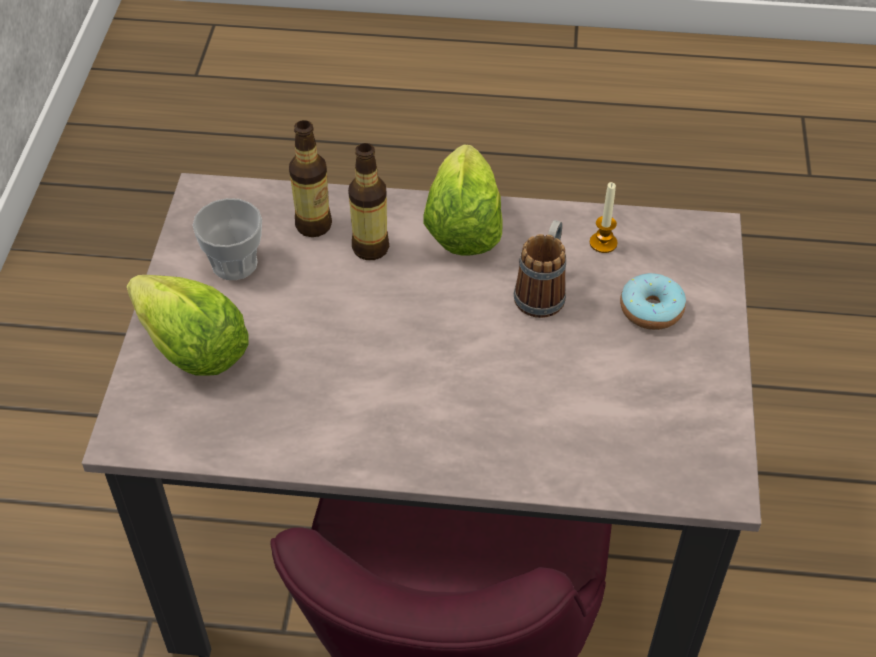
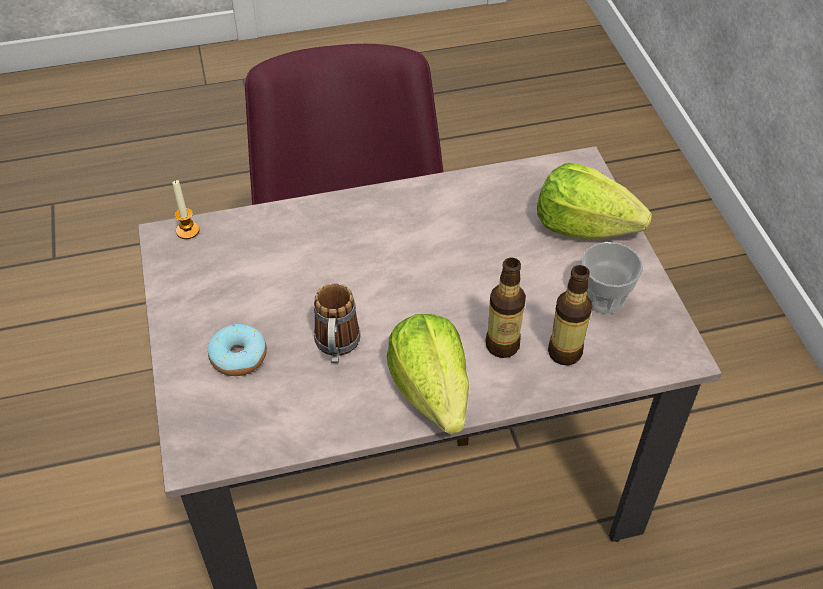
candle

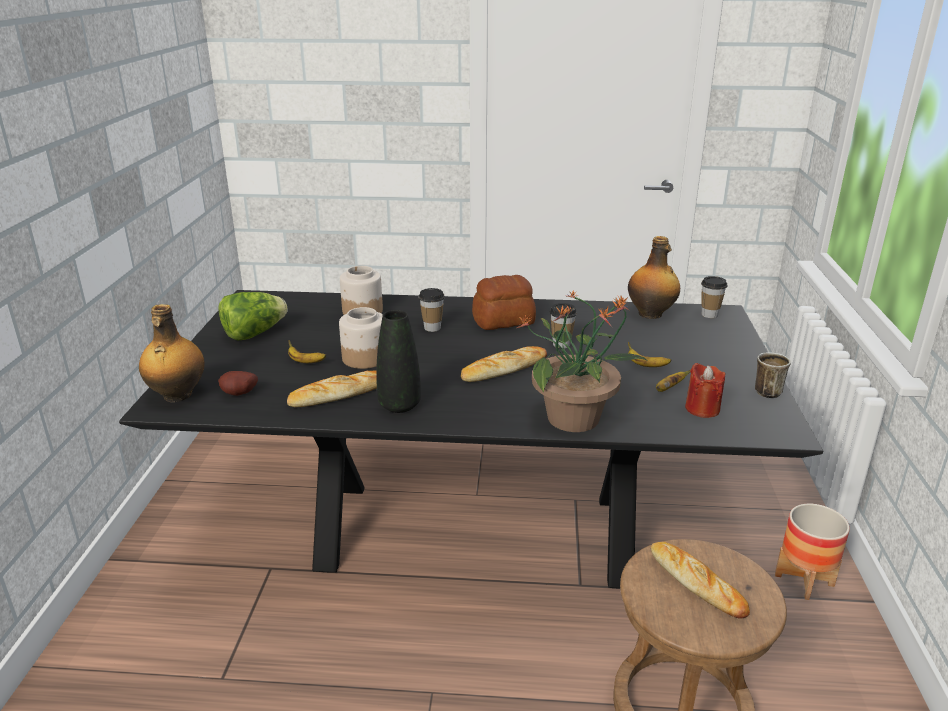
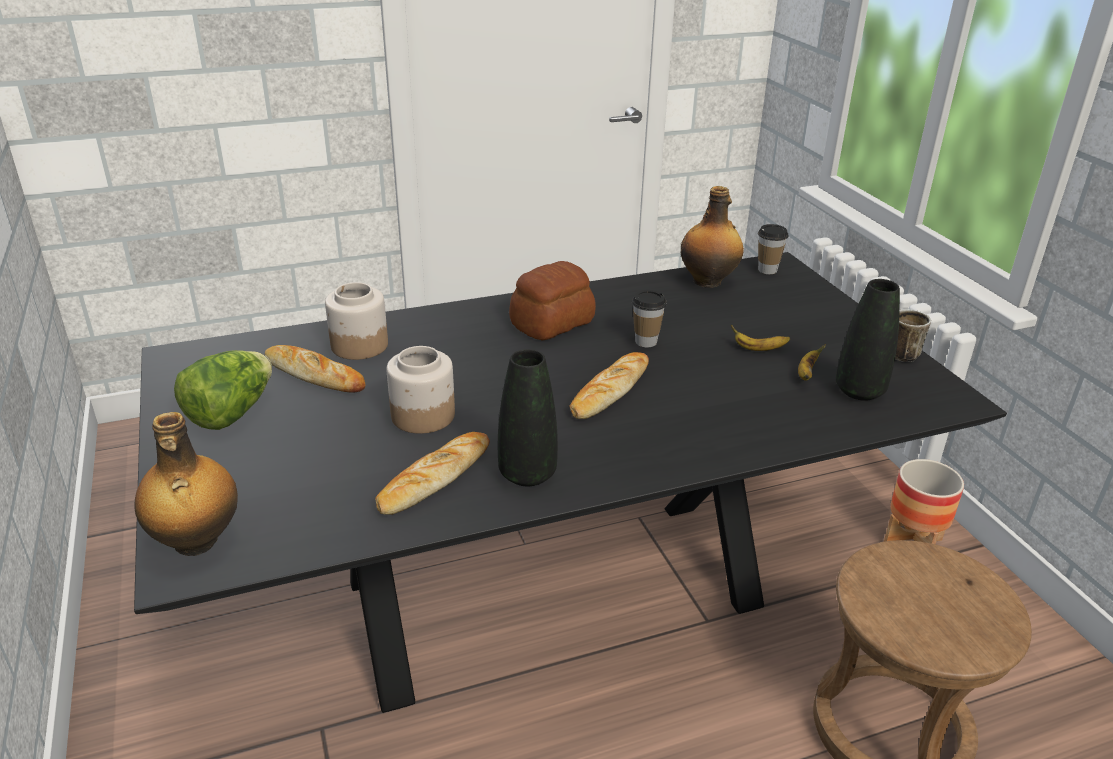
small cup (no. 1 from left in the first image)
potted plant
banana (no. 1 from left in the first image)
blackish vase (no. 2 from left)
potato
baked bread (no. 1 from left)

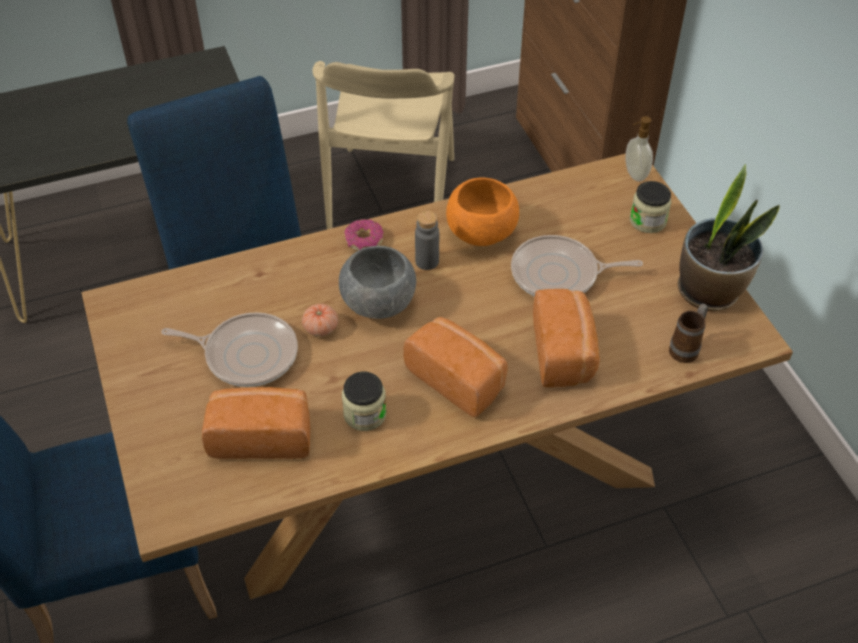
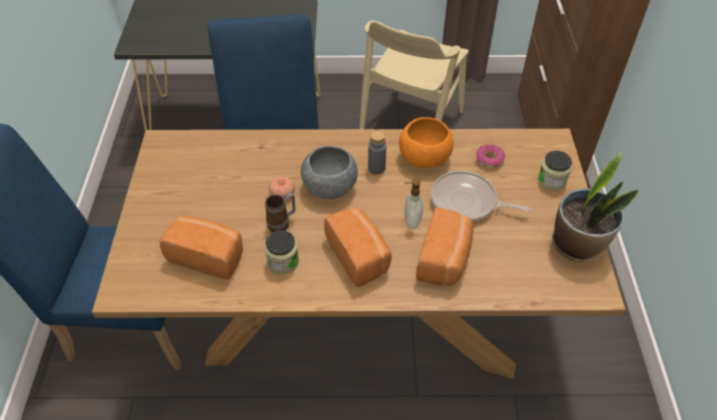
liquid soap bottle
doughnut
tea mug
skillet (no. 1 from left in the first image)

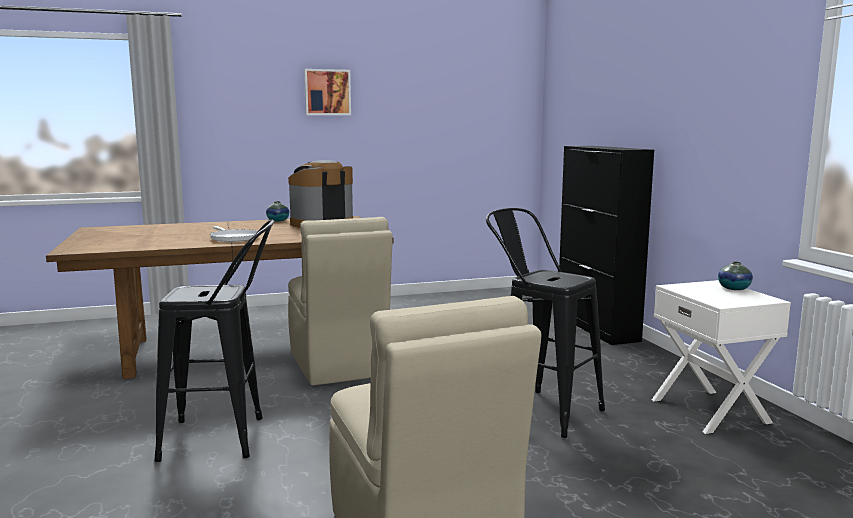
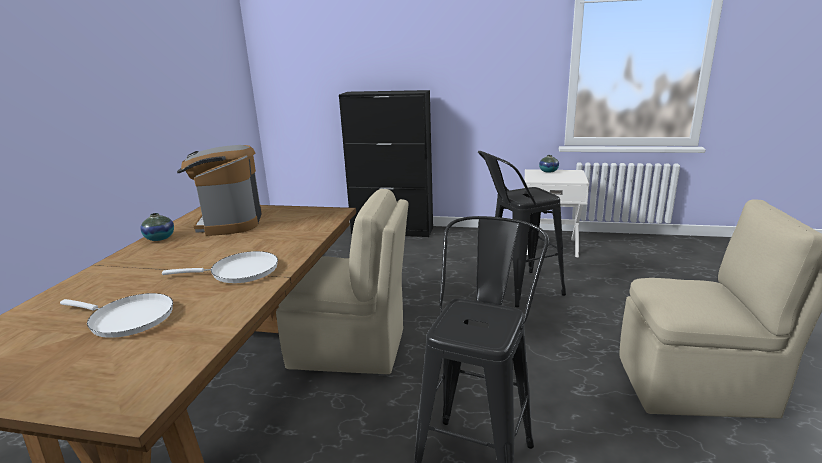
picture
white-coloured skillet (no. 1 from left)

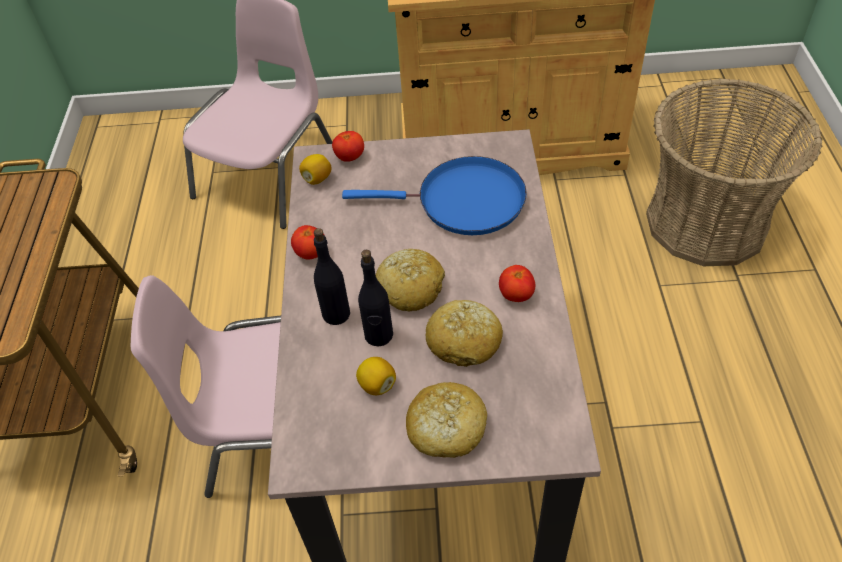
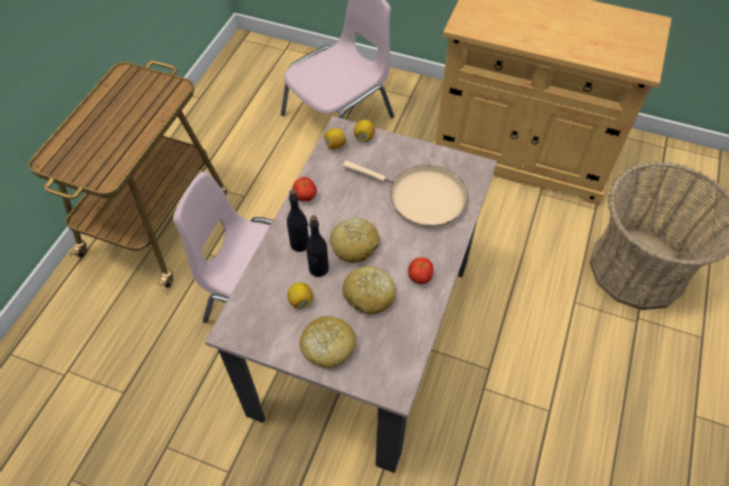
lemon (no. 3 from left)
beige skillet

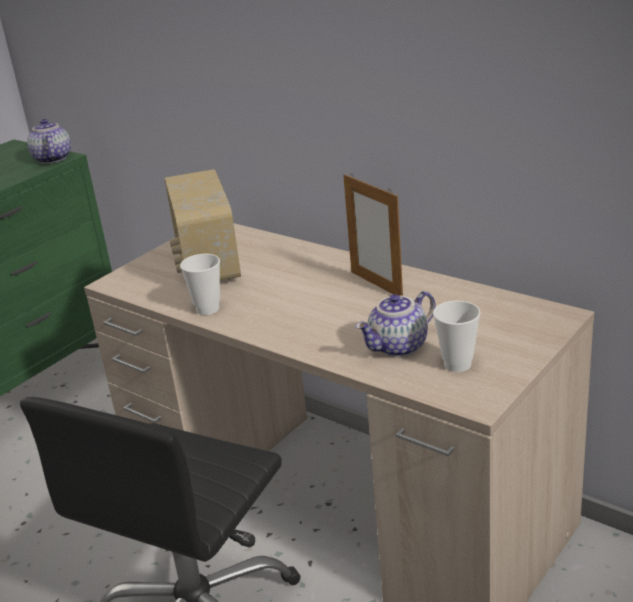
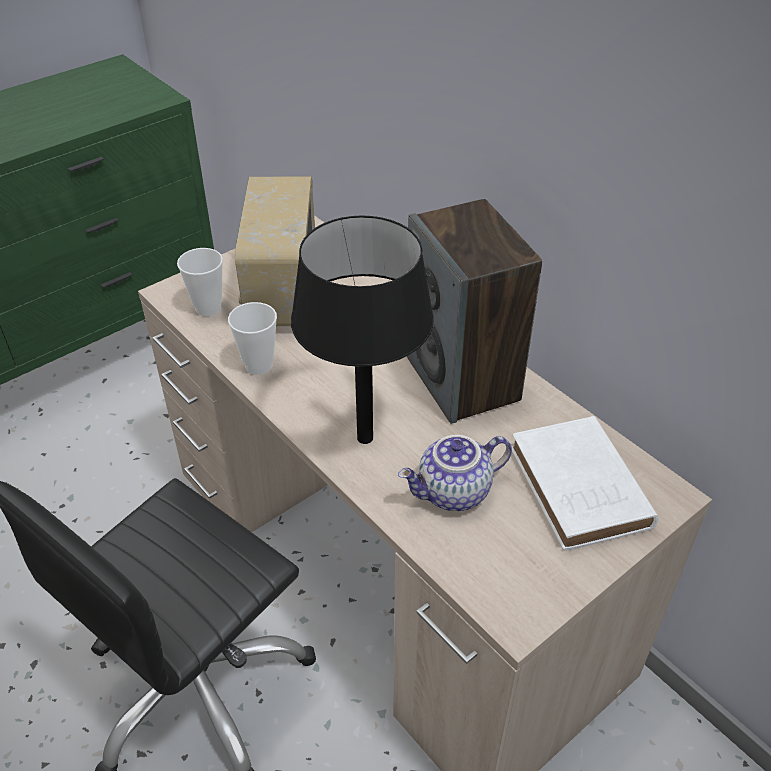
pot for tea (no. 1 from left in the first image)
audio speaker
small cup (no. 1 from left)
blackish table lamp
white-coloured volume

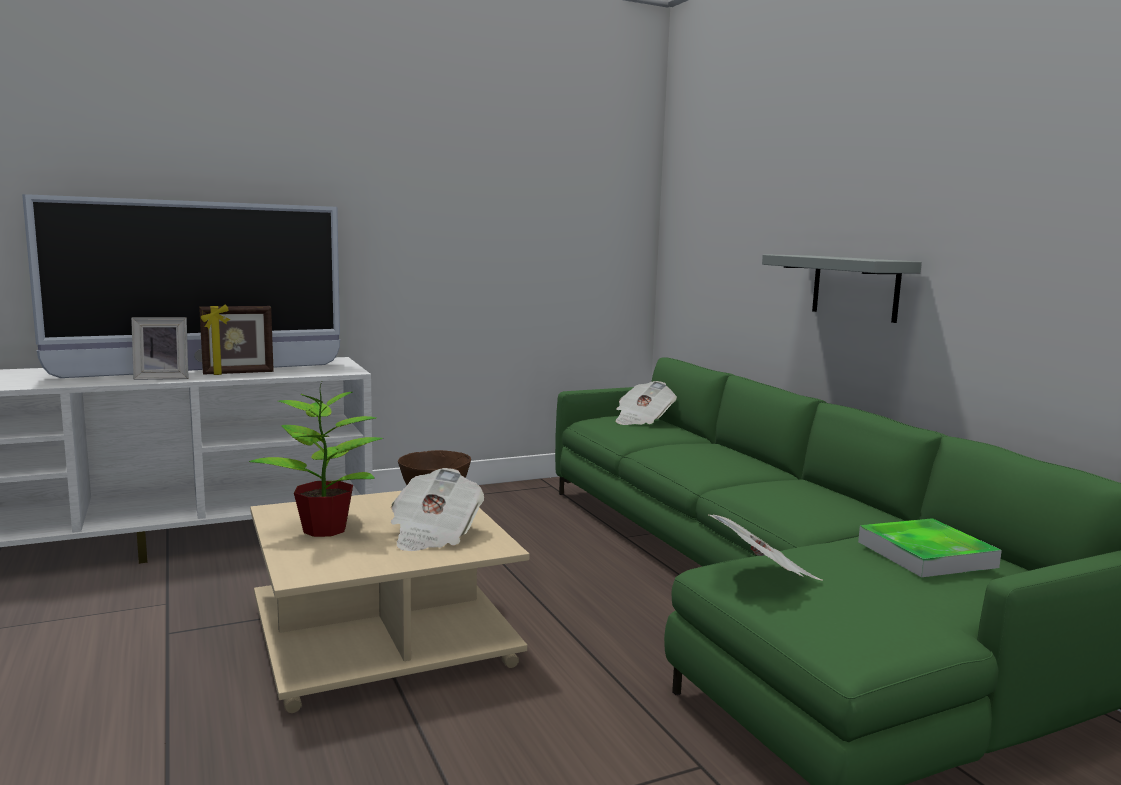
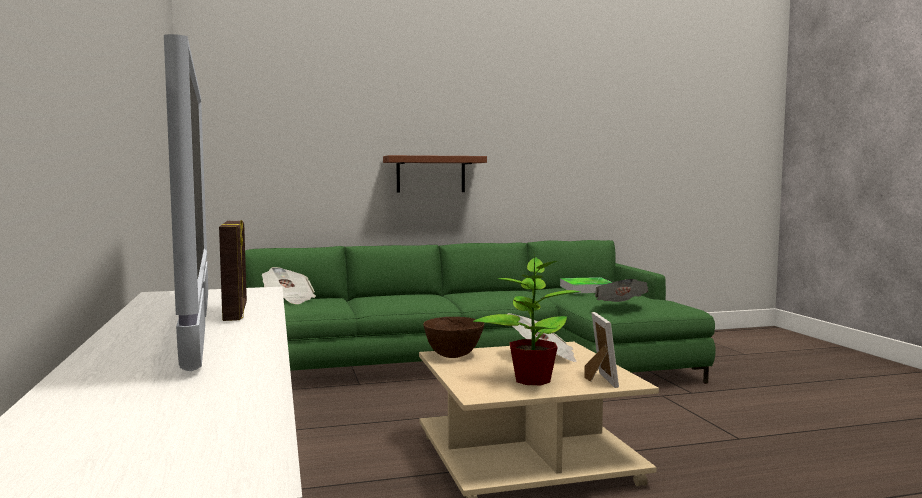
brown shelf
picture frame (no. 2 from left)

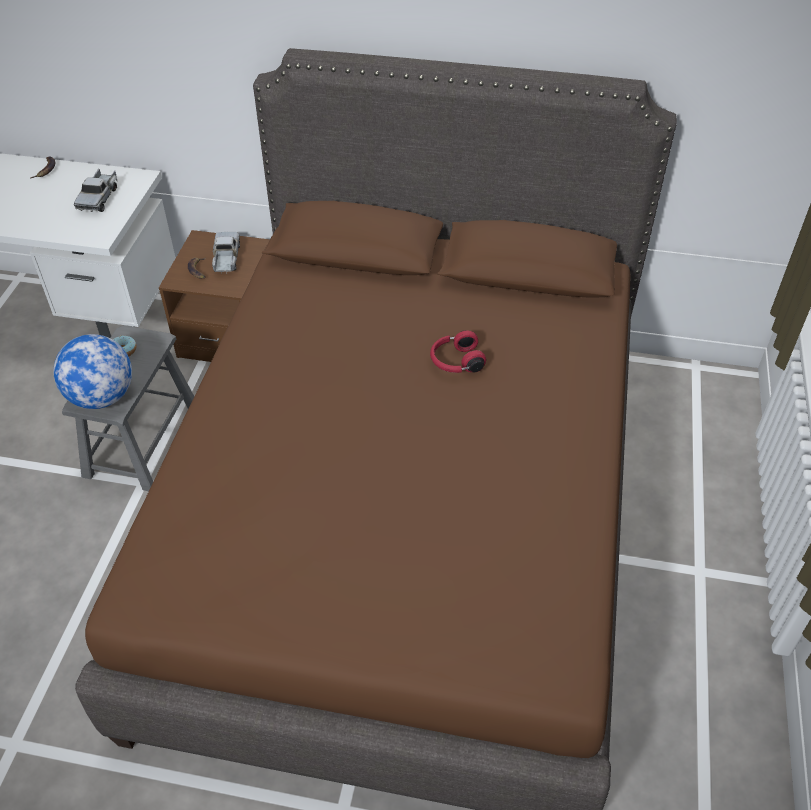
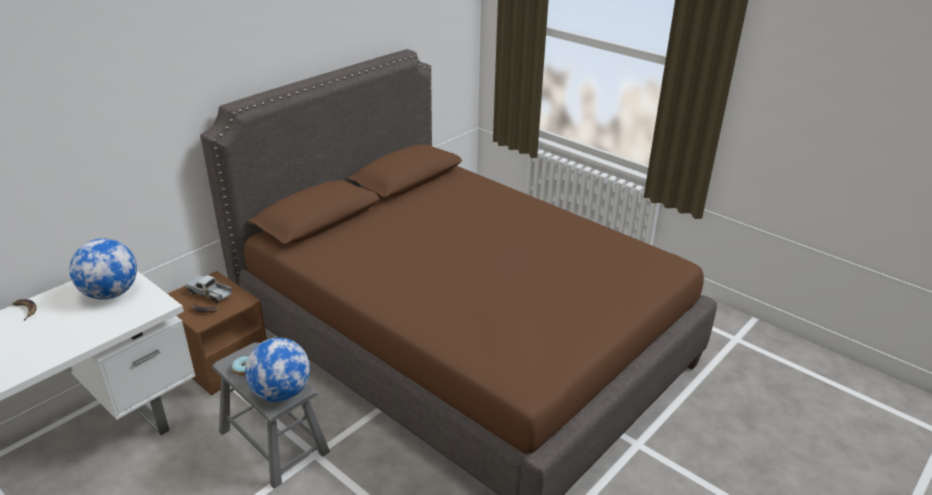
world globe (no. 1 from left)
red-coloured headset

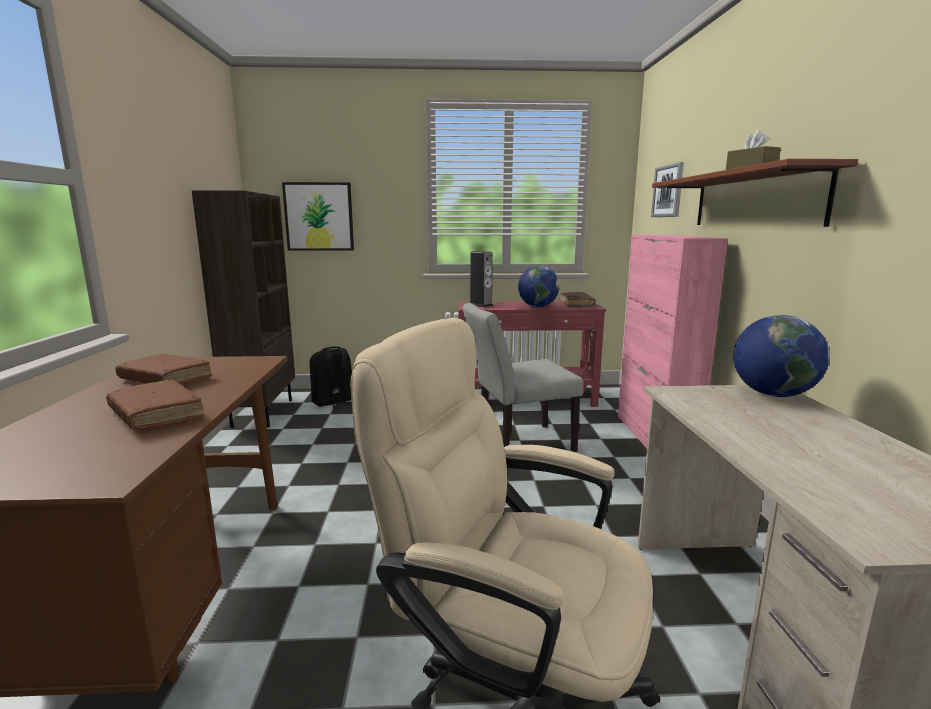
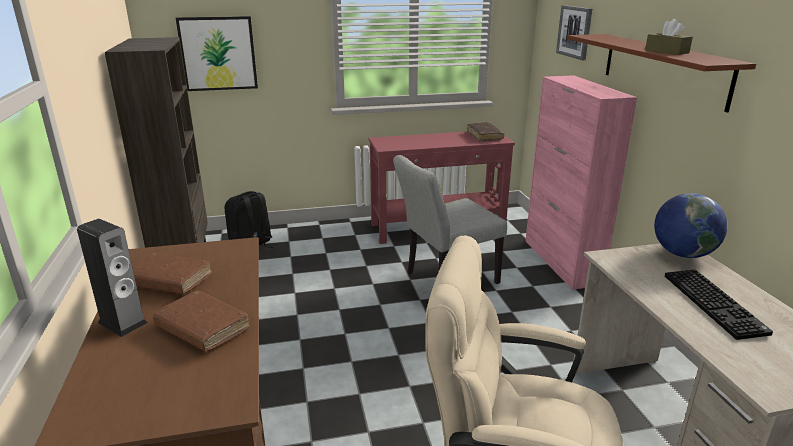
audio speaker
world globe (no. 1 from left in the first image)
computer keyboard

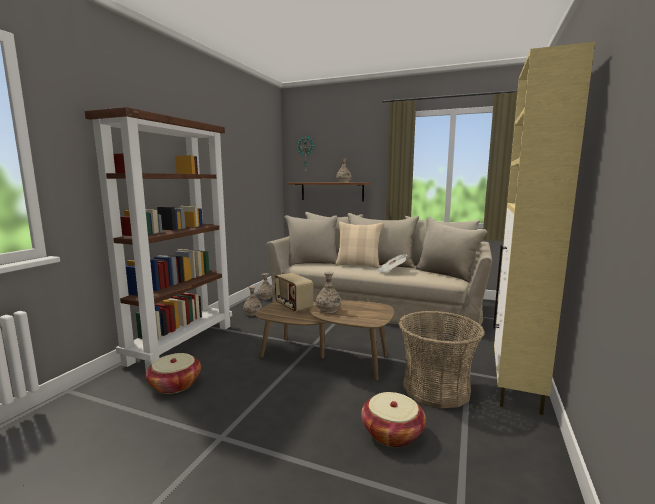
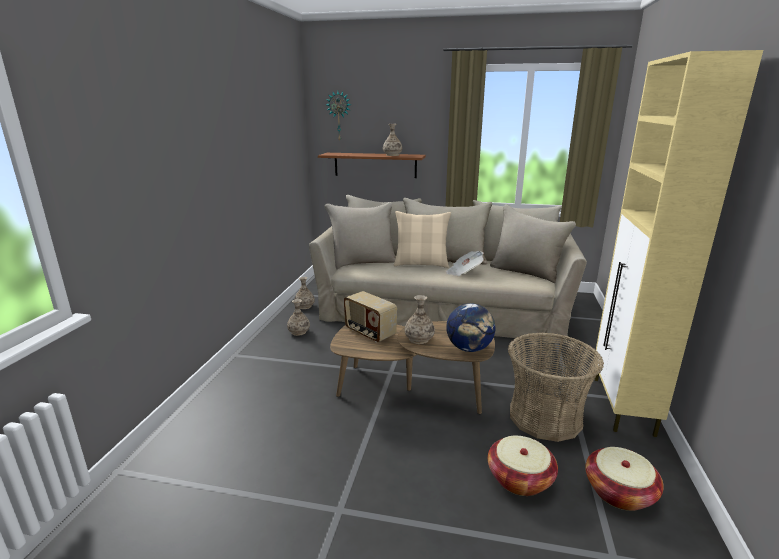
brown shelving unit
storage basket (no. 3 from left)
world globe

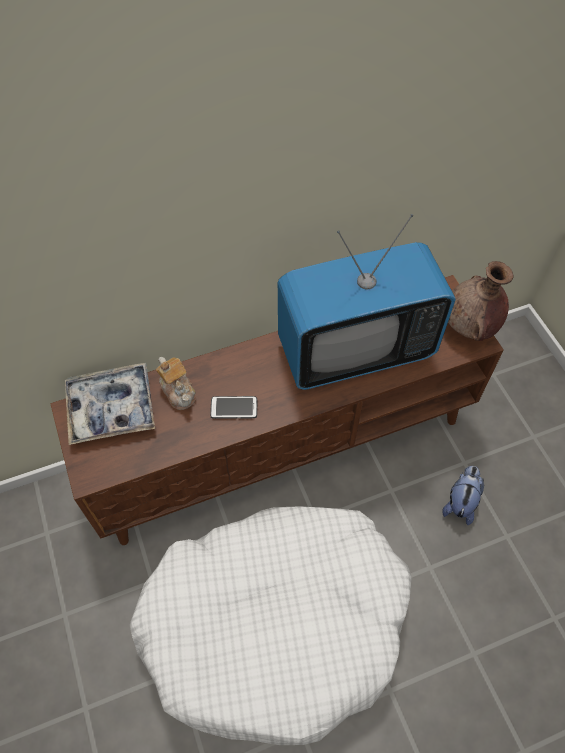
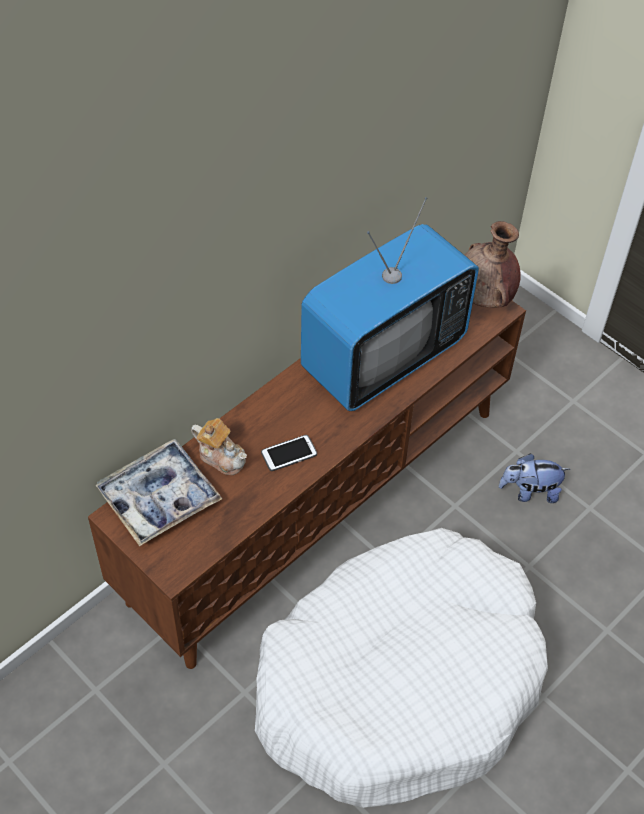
soft toy

